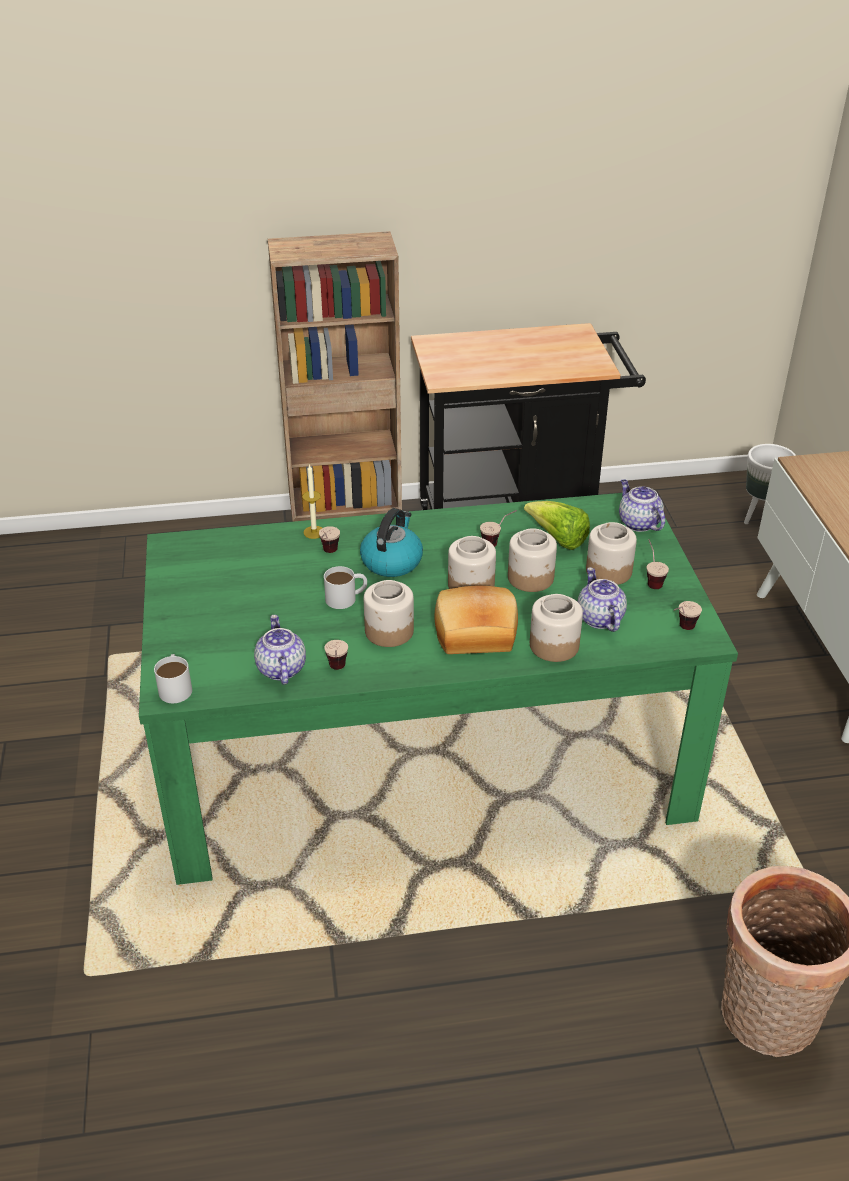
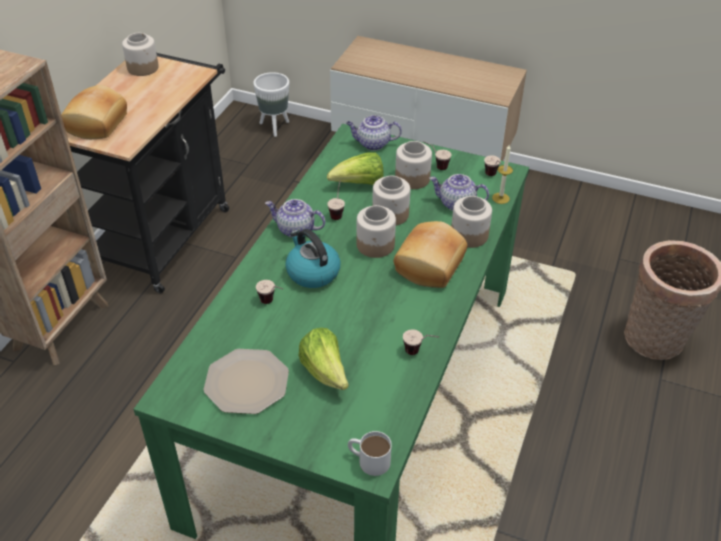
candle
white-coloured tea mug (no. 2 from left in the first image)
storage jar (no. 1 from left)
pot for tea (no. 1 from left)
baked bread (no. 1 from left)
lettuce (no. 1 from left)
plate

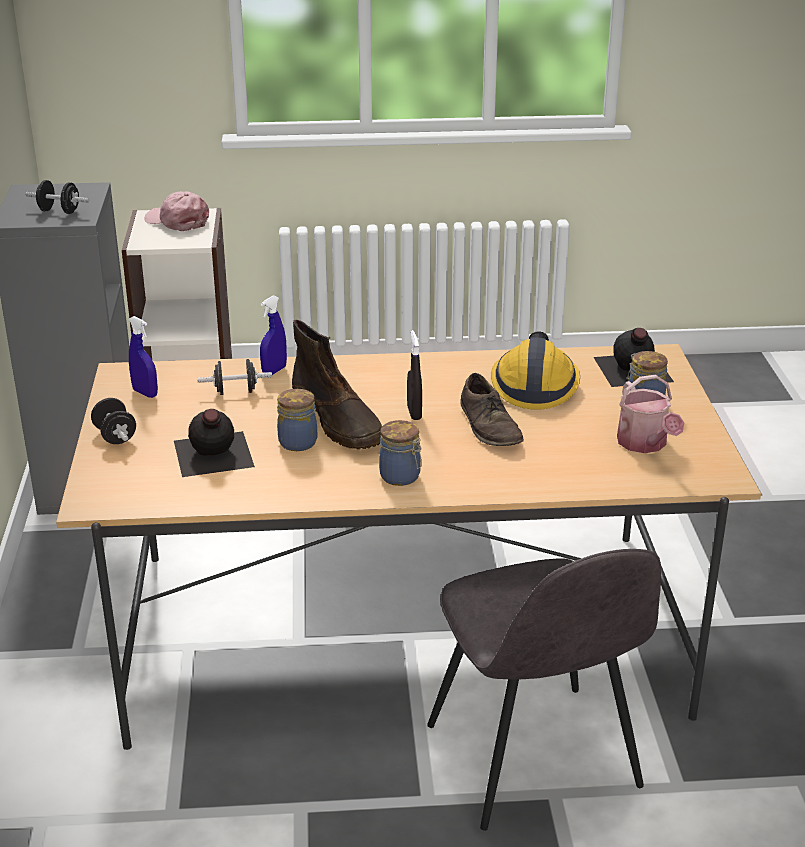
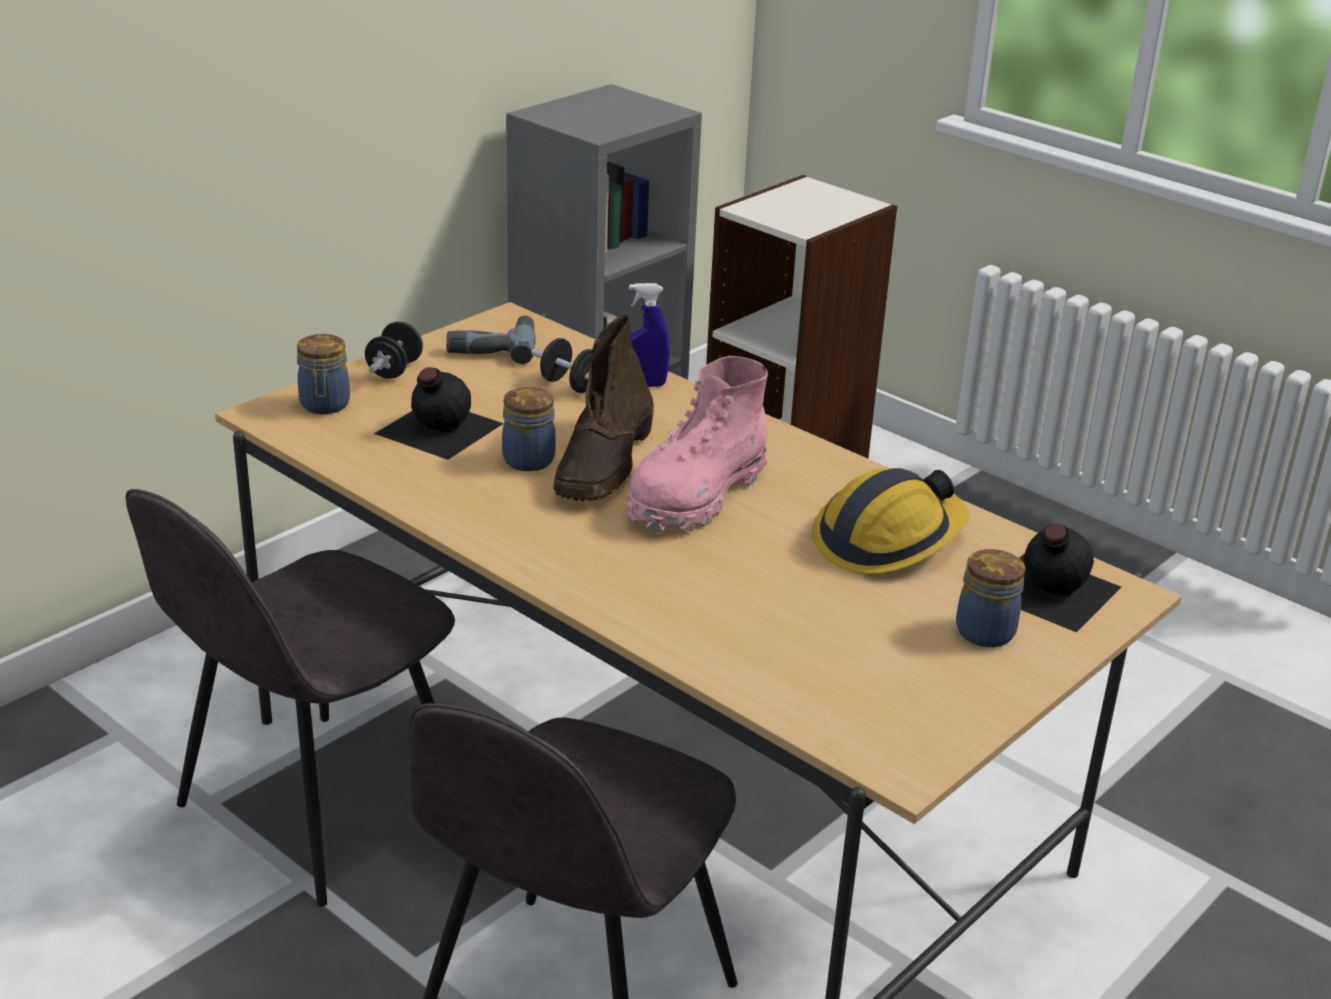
blackish hand weight (no. 1 from left in the first image)
pink-coloured peaked cap
electric drill
pink-coloured tall boot
brown item of footwear
sprinkling can
storage jar (no. 1 from left)
greyish chair (no. 1 from left)

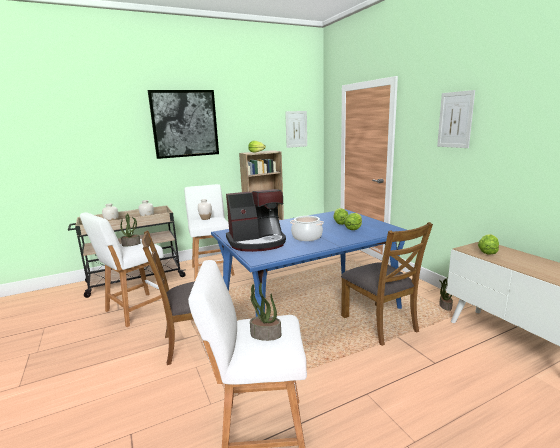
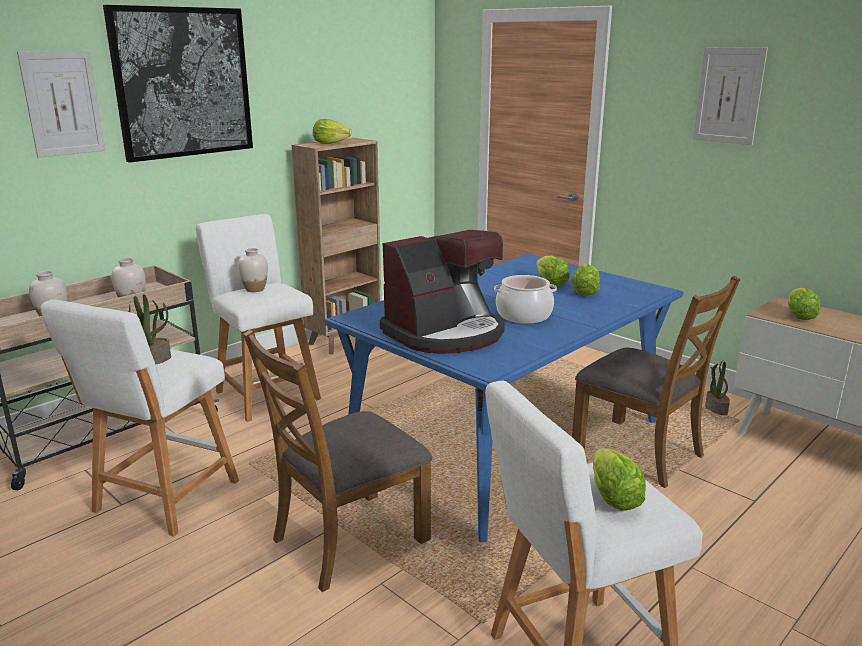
picture (no. 1 from left)
lettuce (no. 4 from left)

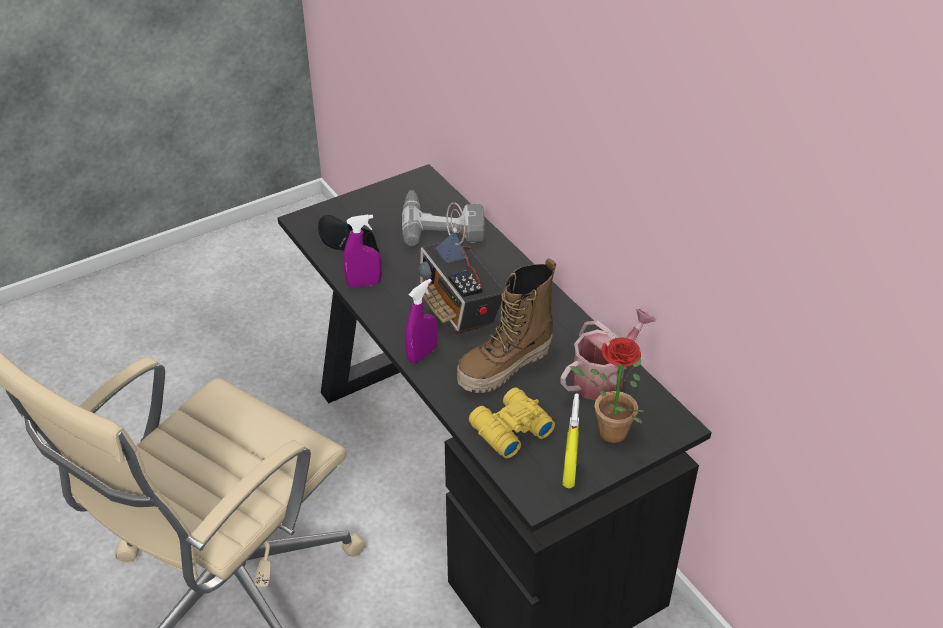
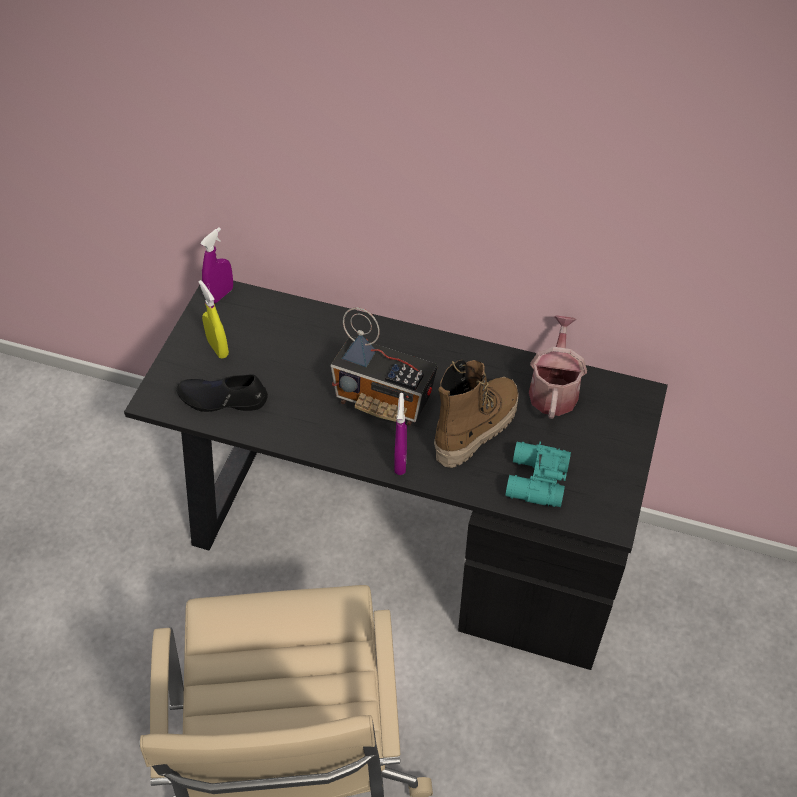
electric drill
purple hand sprayer (no. 1 from left)
tall boot
potted plant
turquoise-coloured field glasses
yellowish hand sprayer

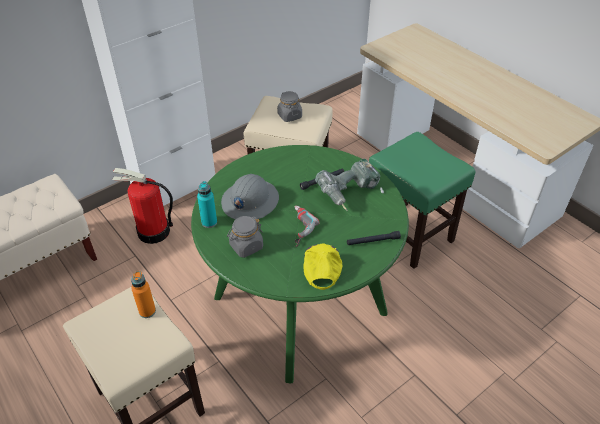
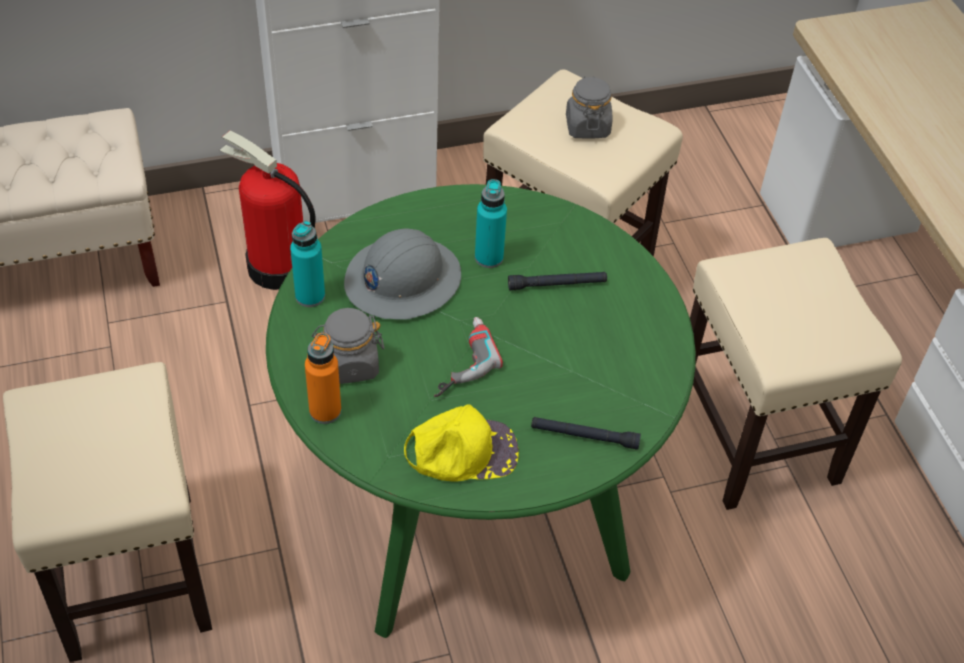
beige stool (no. 3 from left)
electric drill (no. 2 from left in the first image)
yellowish peaked cap
orangey drink bottle
turquoise-coloured drink bottle (no. 2 from left)

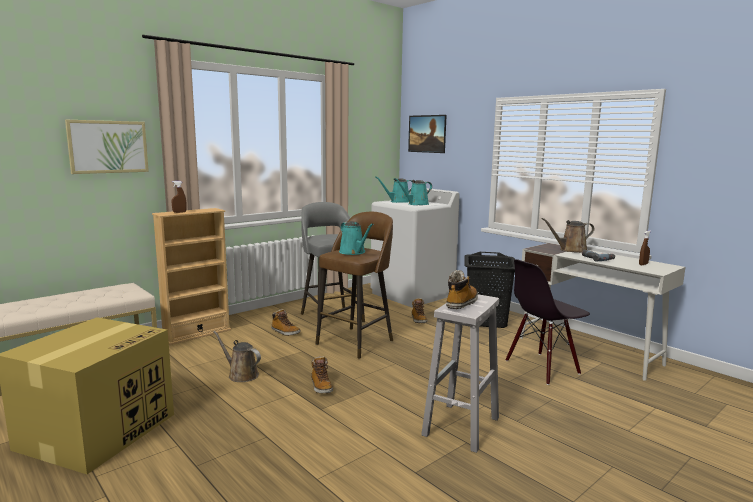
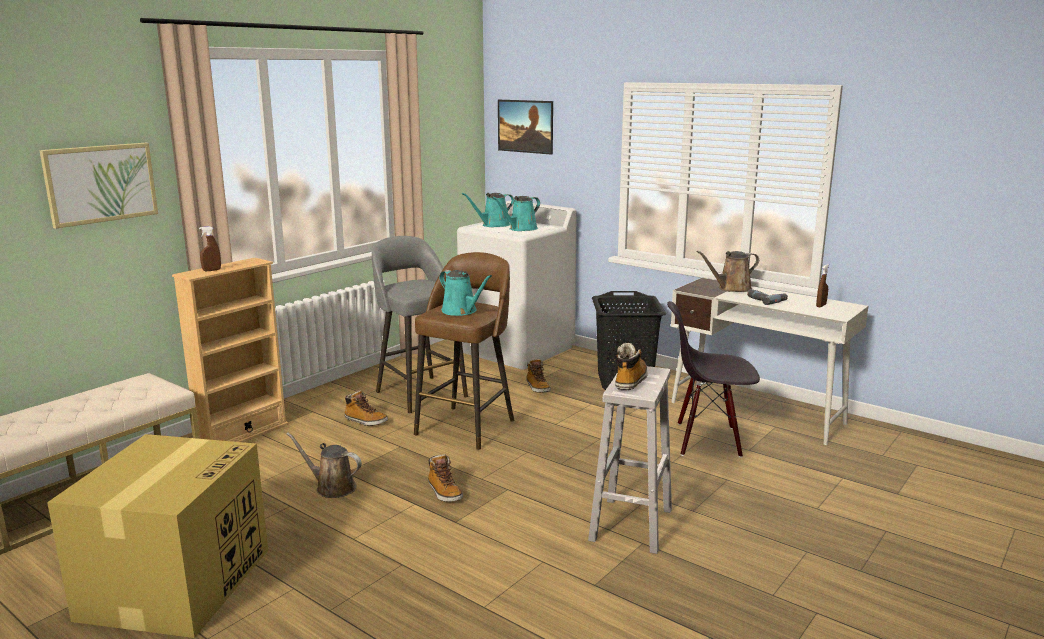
blackish chair

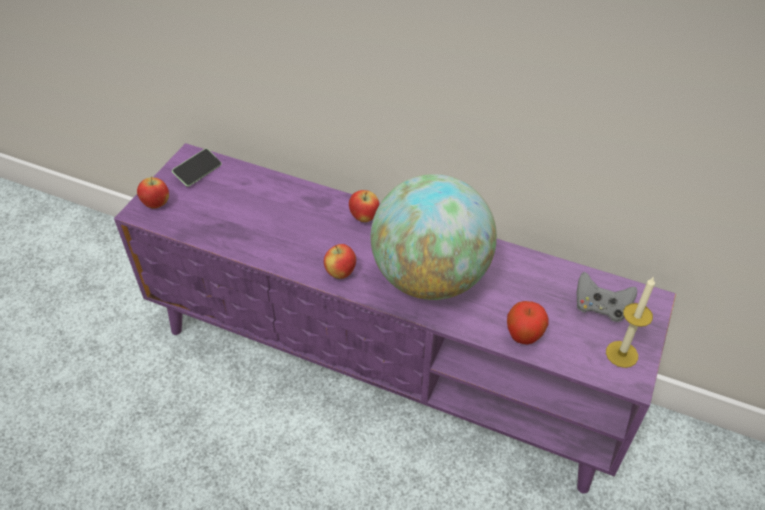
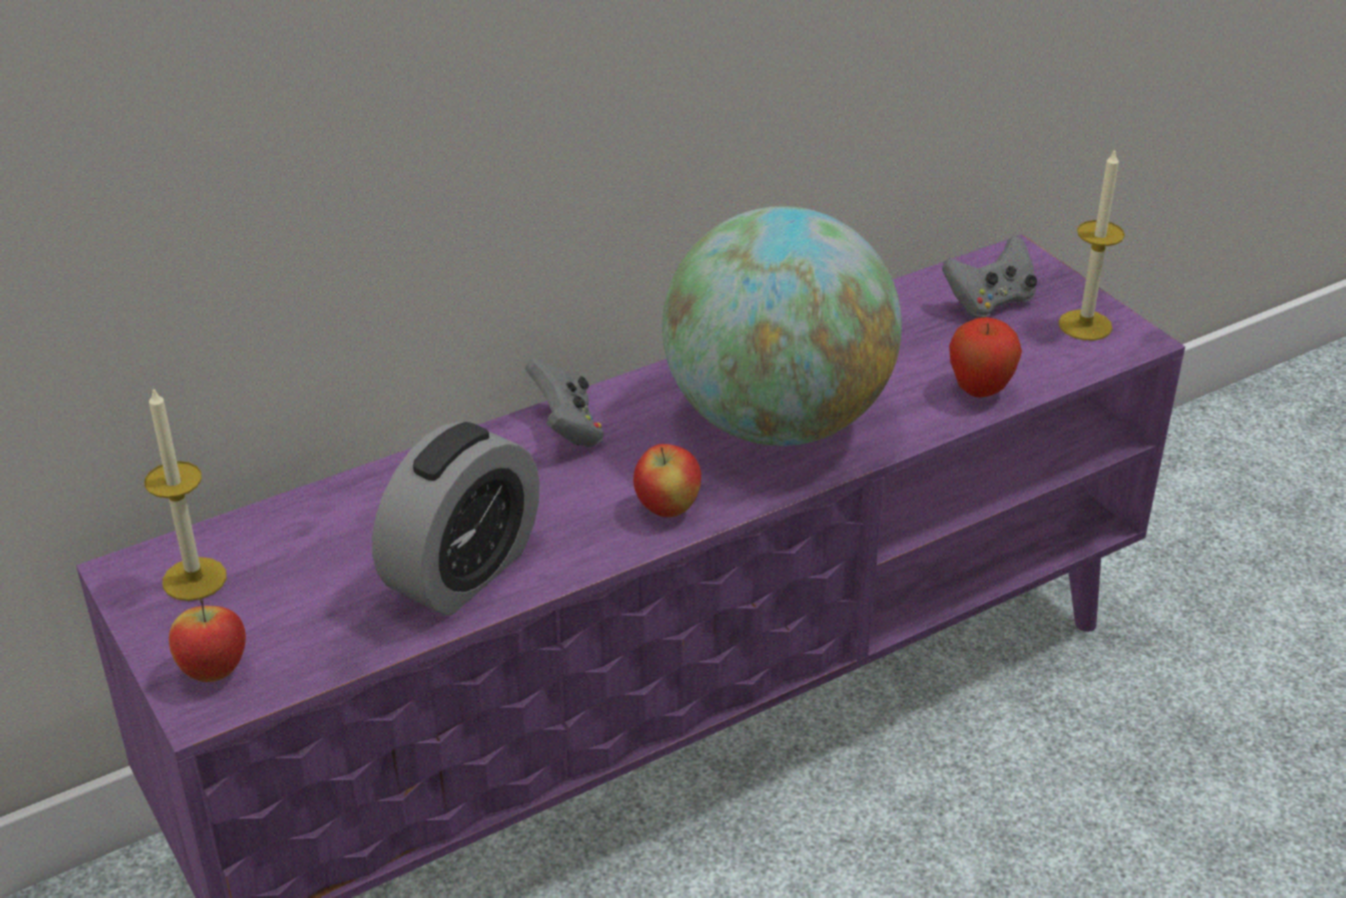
candle (no. 1 from left)
greyish game controller (no. 1 from left)
alarm clock

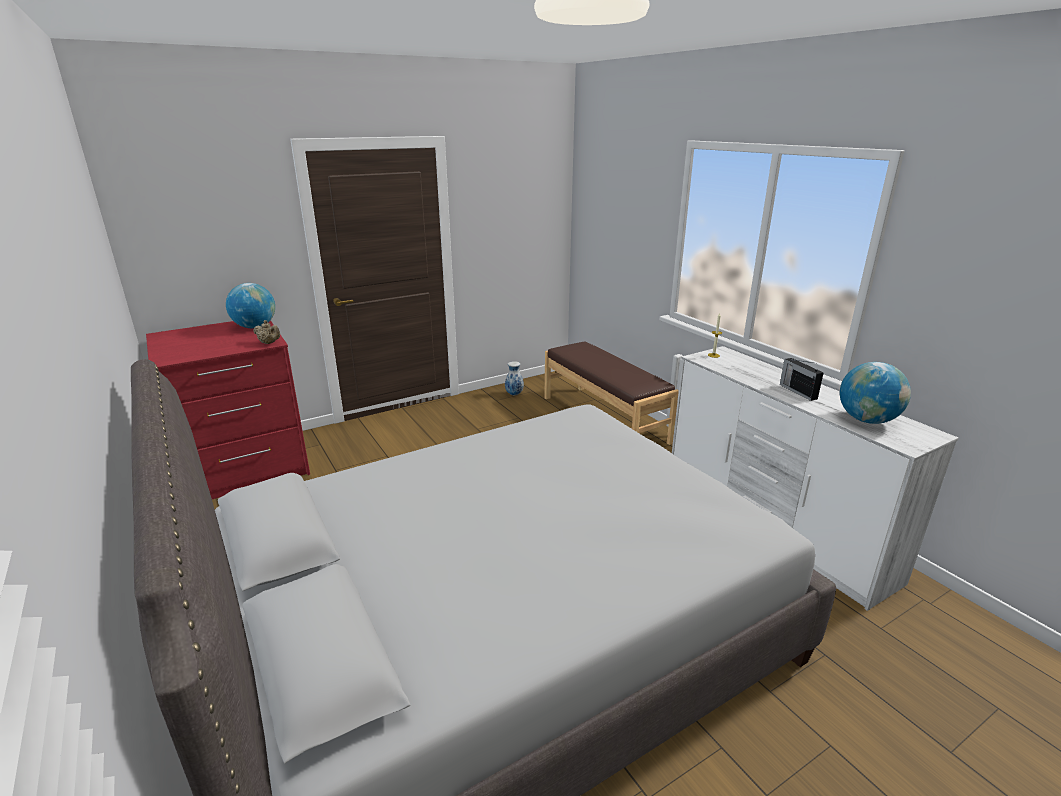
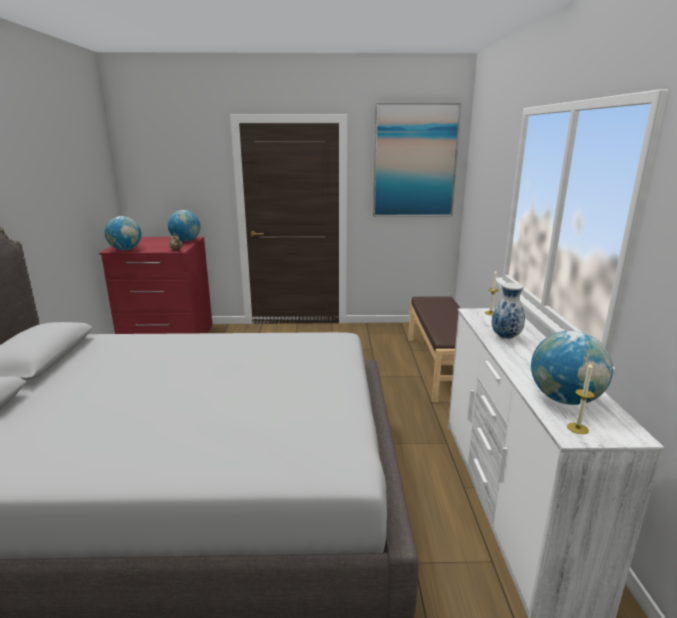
radio set
vase
picture
world globe (no. 1 from left)
candle (no. 2 from left)

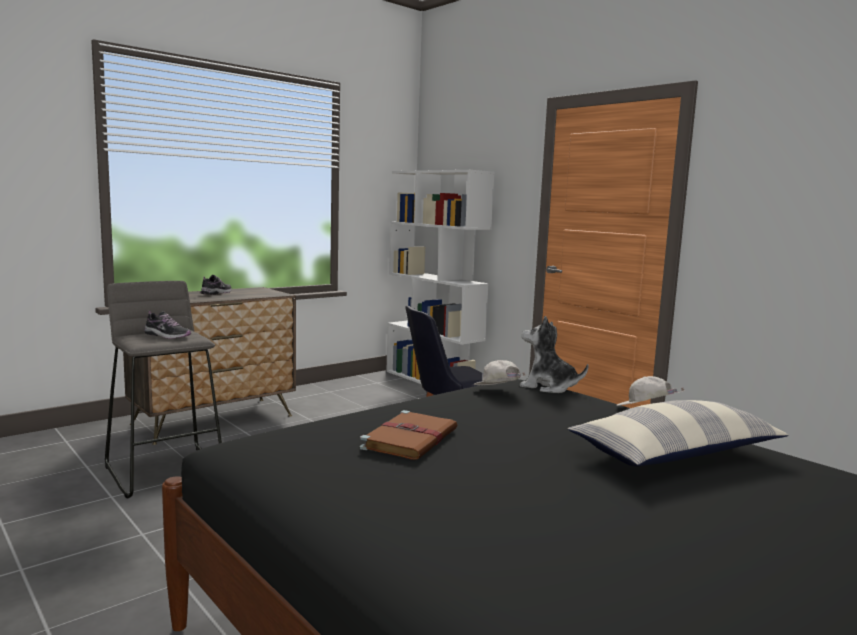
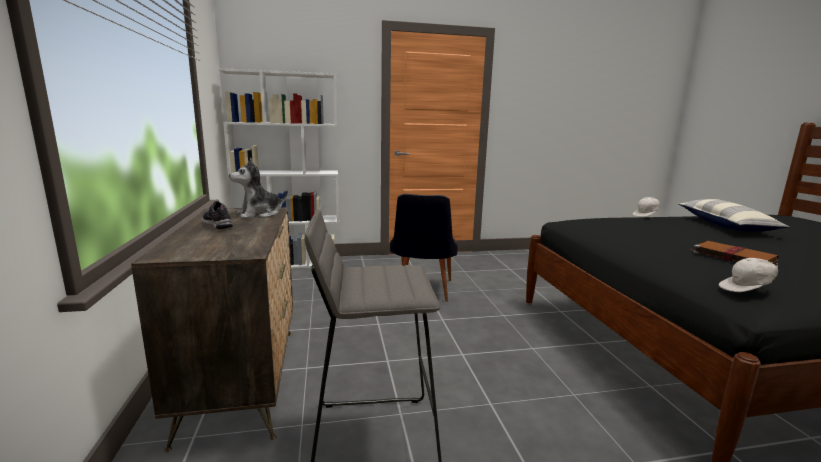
item of footwear (no. 1 from left in the first image)
soft toy
white-coloured peaked cap (no. 2 from left)

